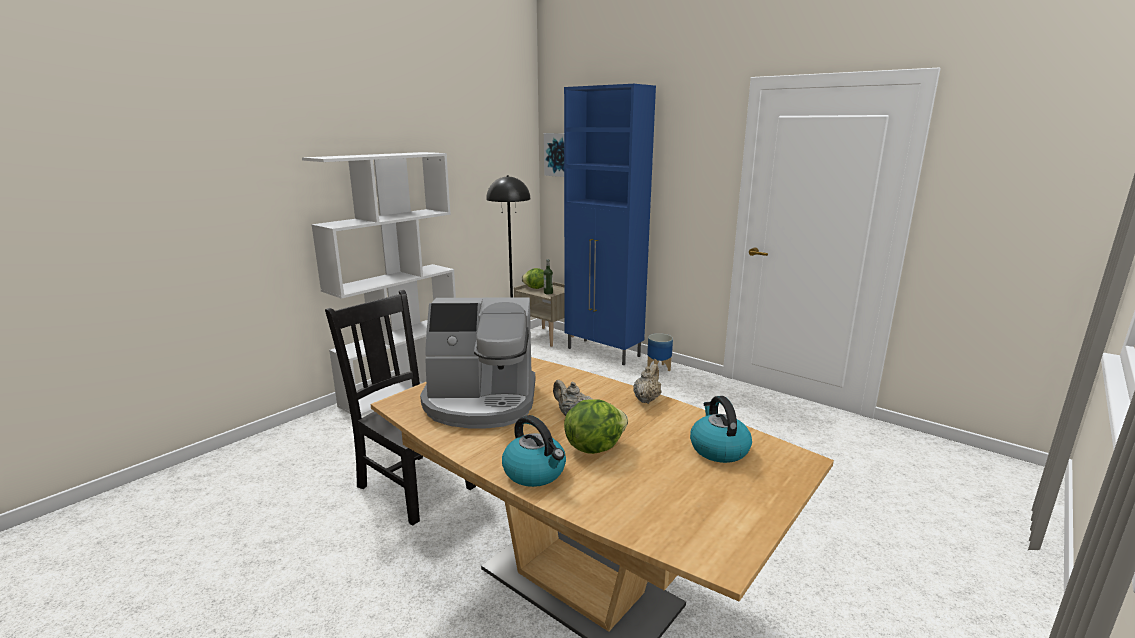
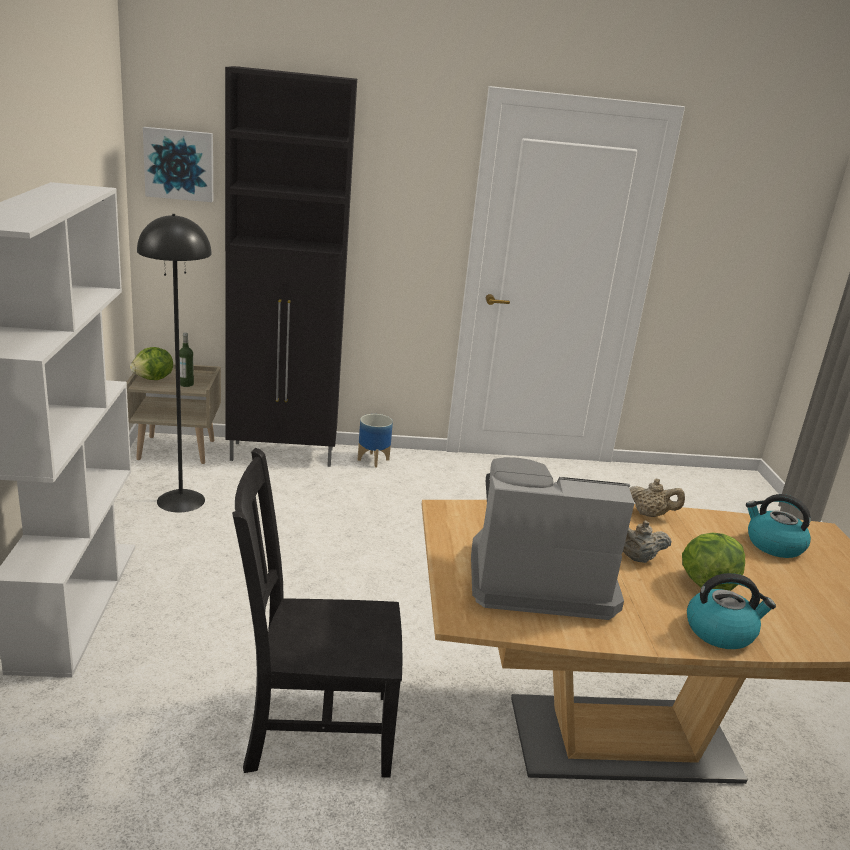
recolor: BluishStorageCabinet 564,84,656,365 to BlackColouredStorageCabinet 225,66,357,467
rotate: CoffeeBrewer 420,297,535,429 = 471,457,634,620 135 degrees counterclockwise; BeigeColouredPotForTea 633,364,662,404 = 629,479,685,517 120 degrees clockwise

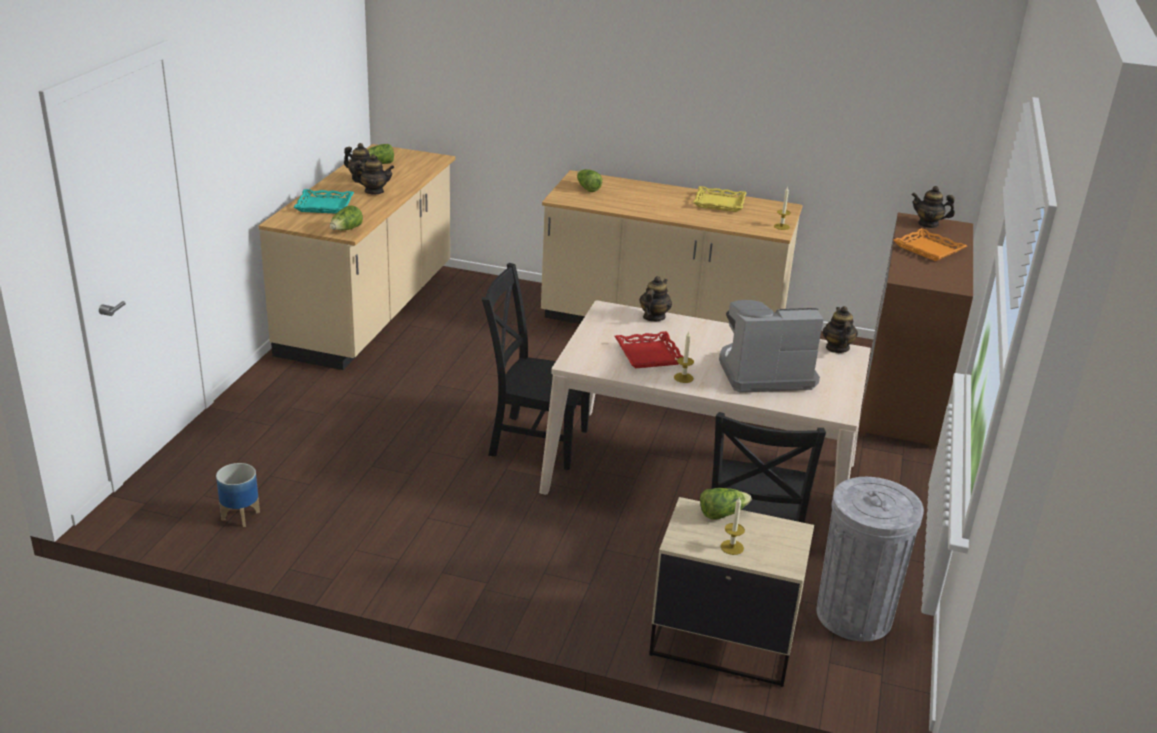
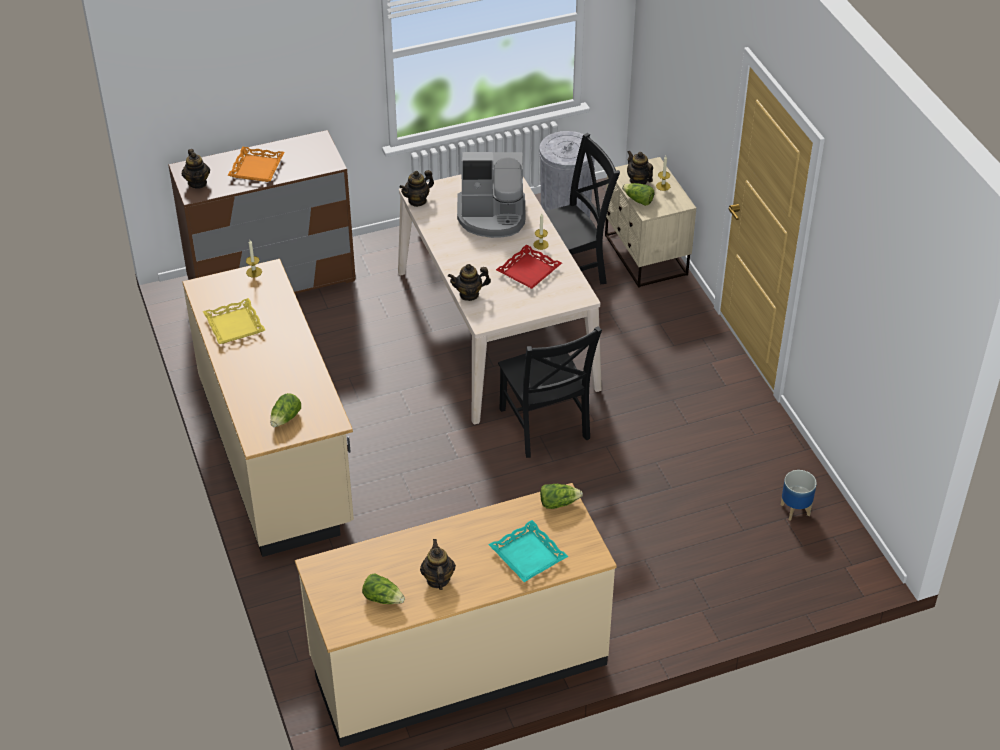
move: PotForTea 352,155,395,194 to 627,151,653,185
rotate: CoffeeBrewer 719,300,823,393 = 457,152,525,238 45 degrees counterclockwise

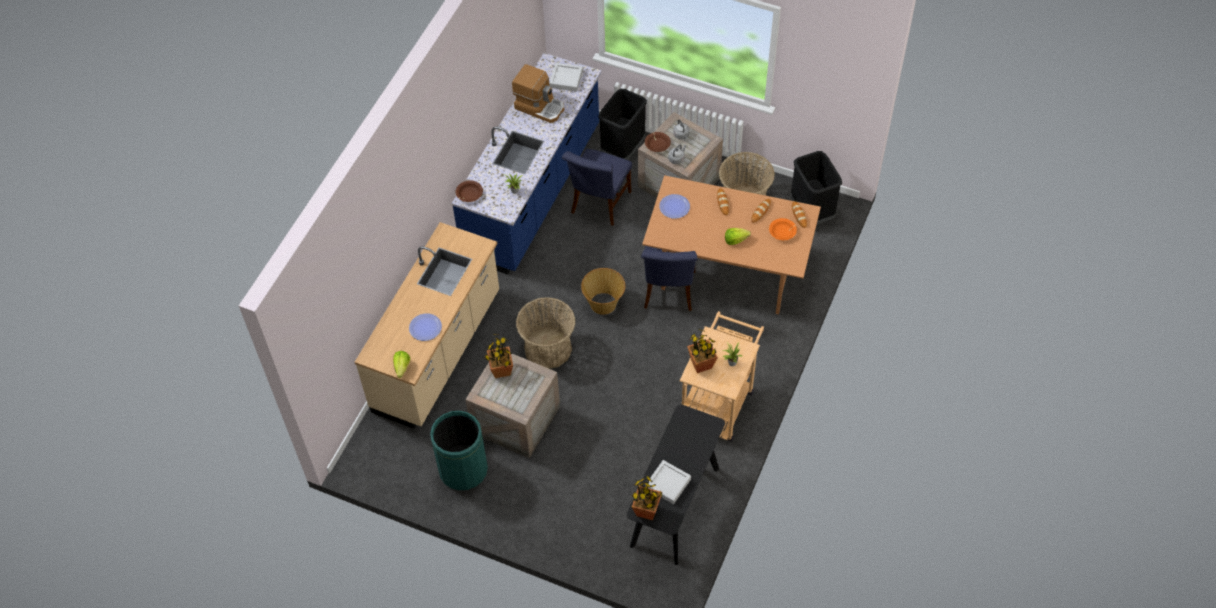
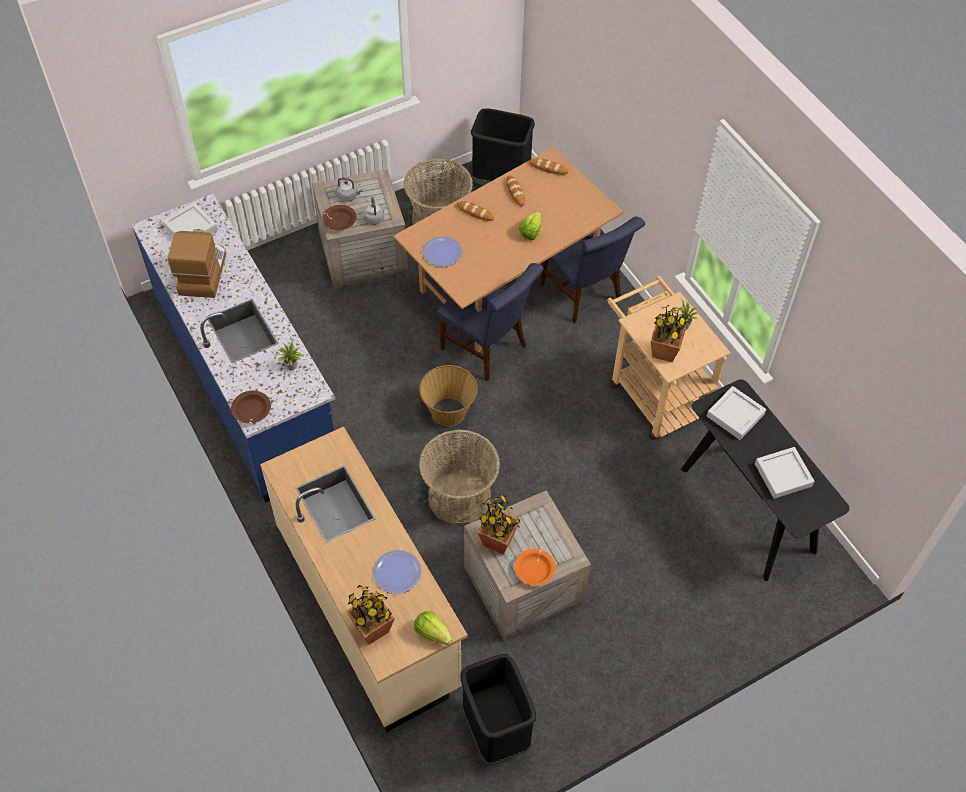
delete: GreenColouredTrashCan 430,411,488,490
insert: GrayServingTray 707,386,766,440
move: BlackColouredTrashCan 598,89,647,160 to 460,654,536,765; BluishChair 562,149,632,226 to 540,216,645,323; OrangeServingBowl 769,218,797,240 to 515,549,556,586; PottedPlant 632,476,662,520 to 346,585,395,645
rotate: CoffeeBrewer 512,64,564,123 = 168,229,226,298 60 degrees counterclockwise

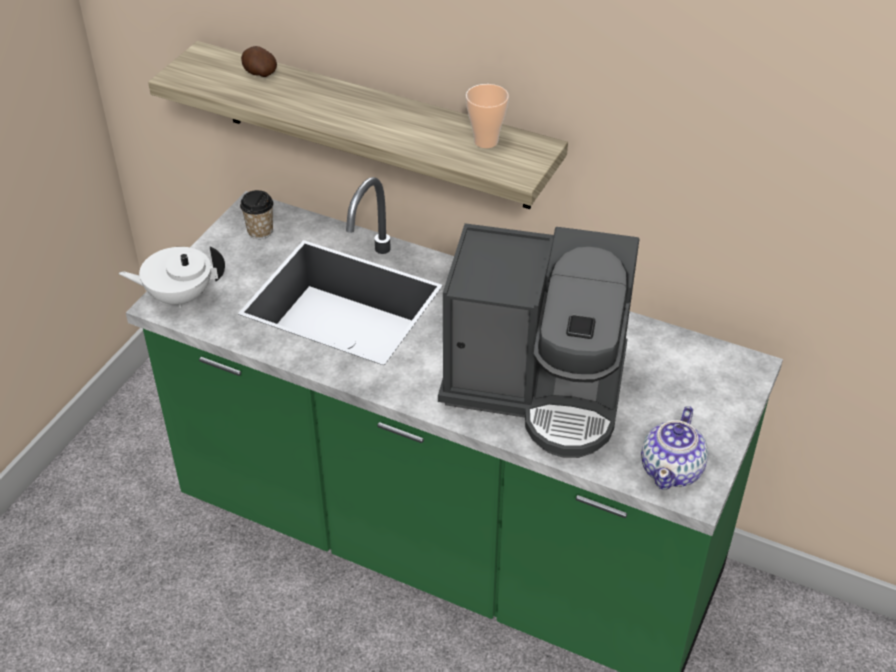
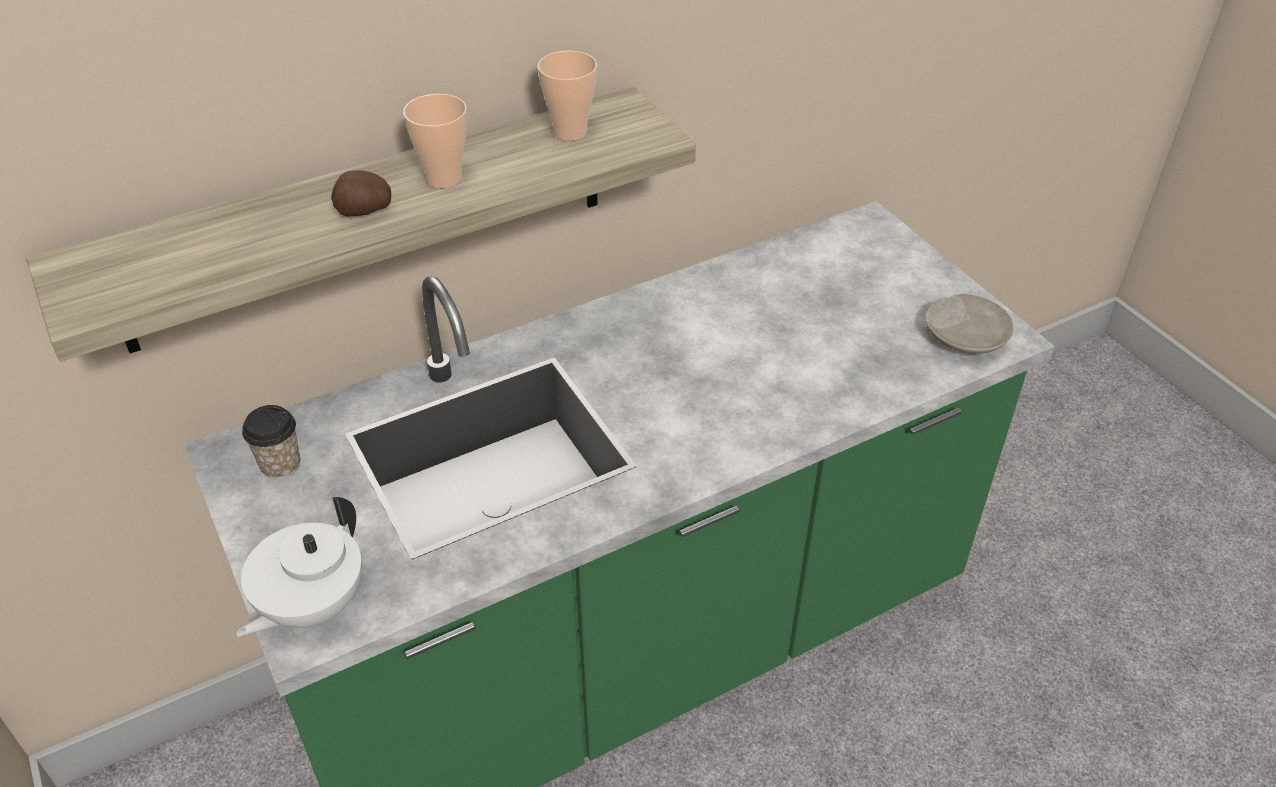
delete: CoffeeBrewer 438,223,640,458
insert: DrinkingCup 403,94,467,188
move: Potato 241,46,277,77 to 331,170,391,217
replace: PotForTea 641,406,708,490 to BeigeColouredPlate 925,294,1014,354

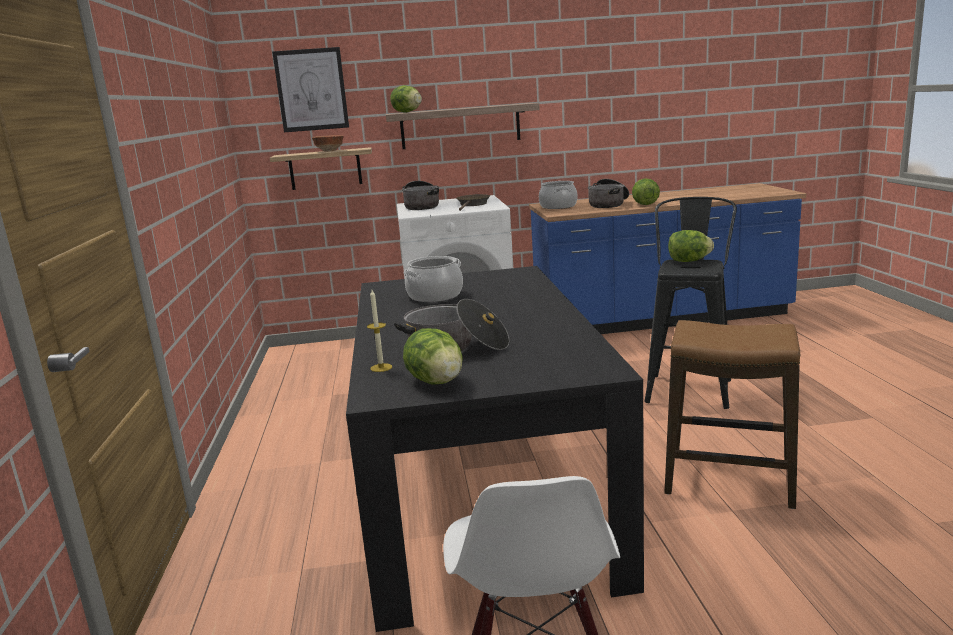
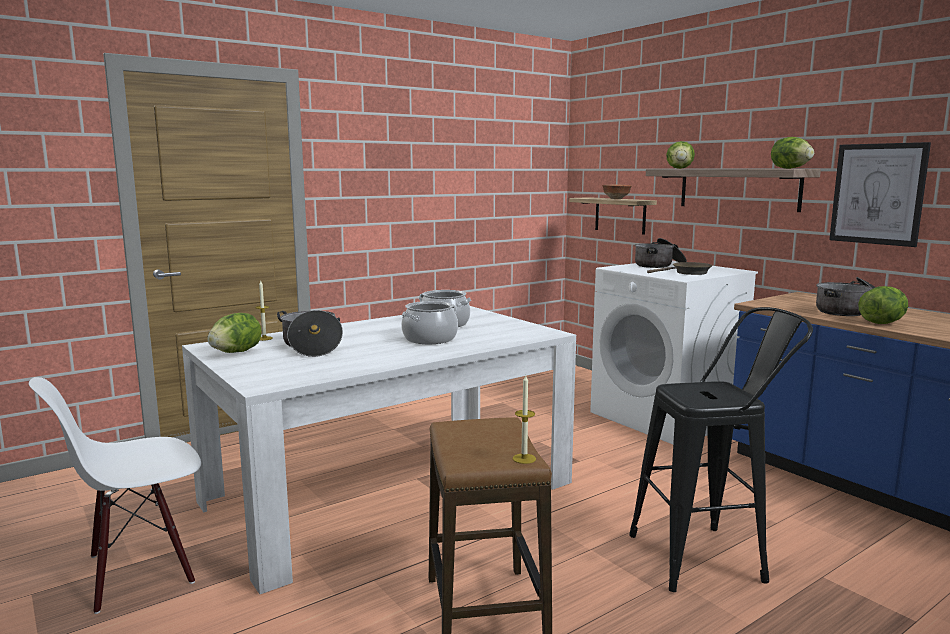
insert: WaxCandle 513,375,536,464
move: WallPicture 272,47,349,132 to 829,142,931,247; Saucepot 539,181,578,209 to 401,301,458,344; LettuceHead 668,230,714,262 to 771,137,814,169
recolor: BlackColouredDinnerTable 346,266,644,632 to WhitishDinnerTable 182,306,576,594

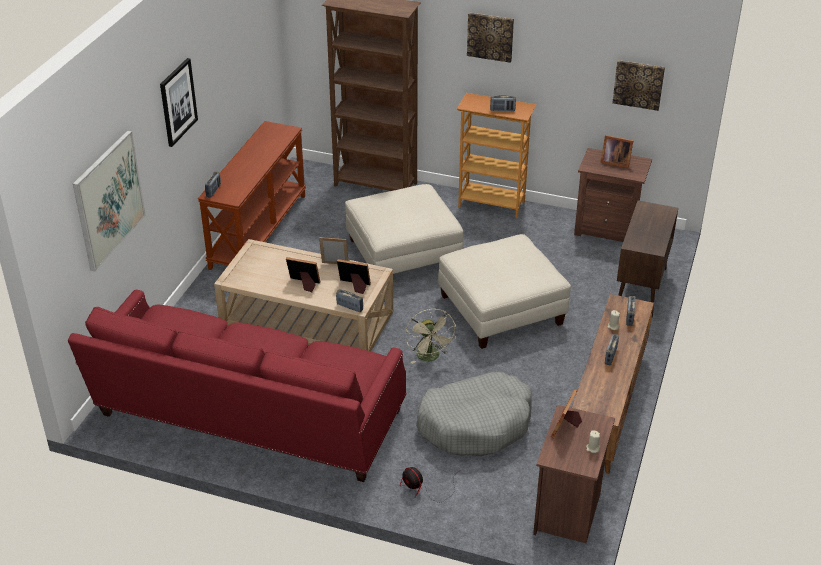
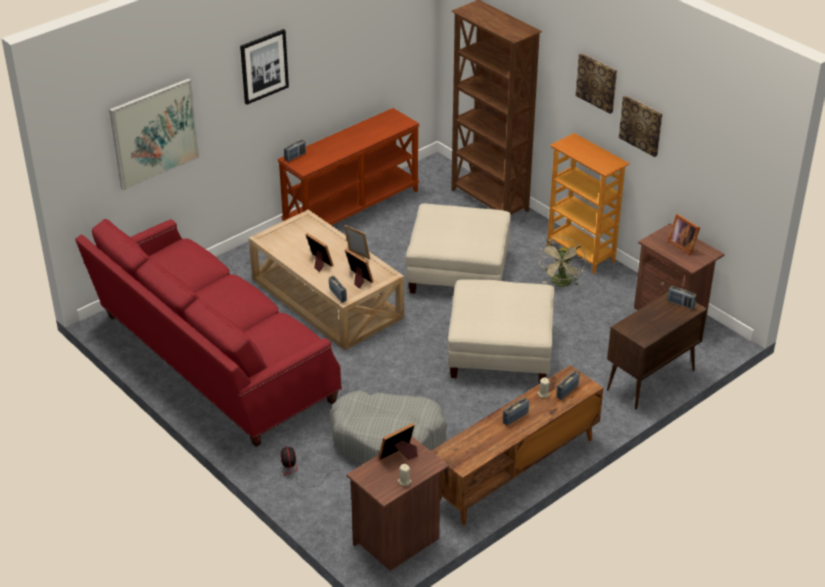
move: WallPicture 612,60,665,111 to 619,95,662,157; RadioReceiver 490,95,516,111 to 667,286,697,309; BeigeColouredFan 405,309,456,364 to 539,237,586,287

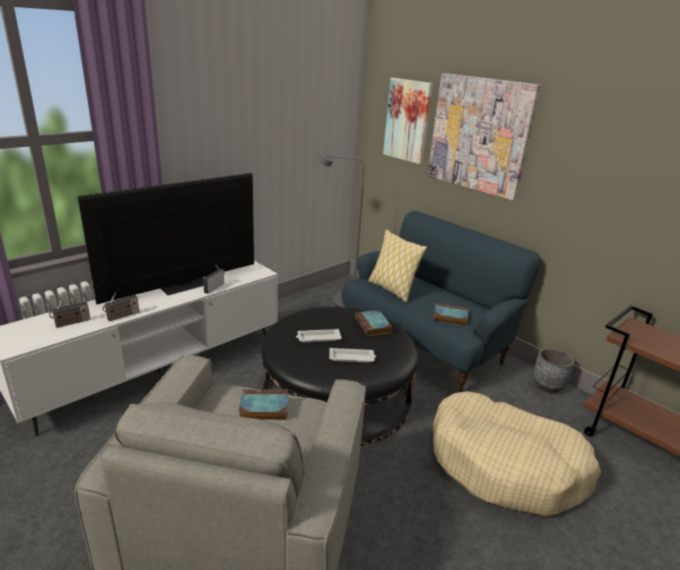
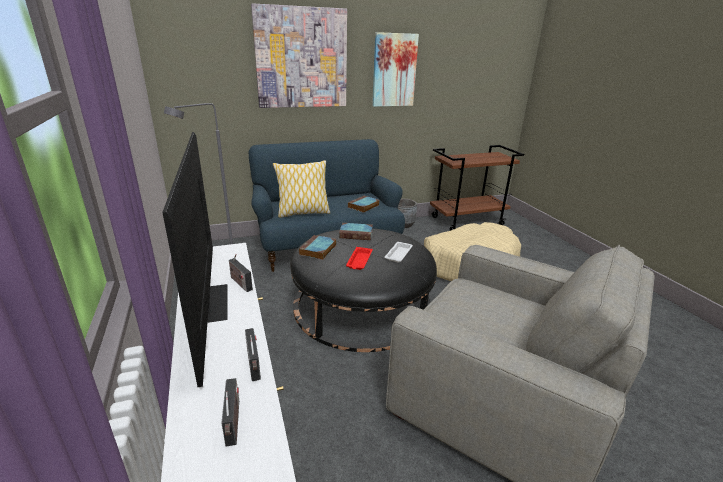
move: WallPicture 383,78,433,164 to 372,32,419,107; Book 239,389,288,420 to 299,235,337,260
recolor: WhitishServingTray 296,329,342,343 to RedColouredServingTray 346,247,373,270

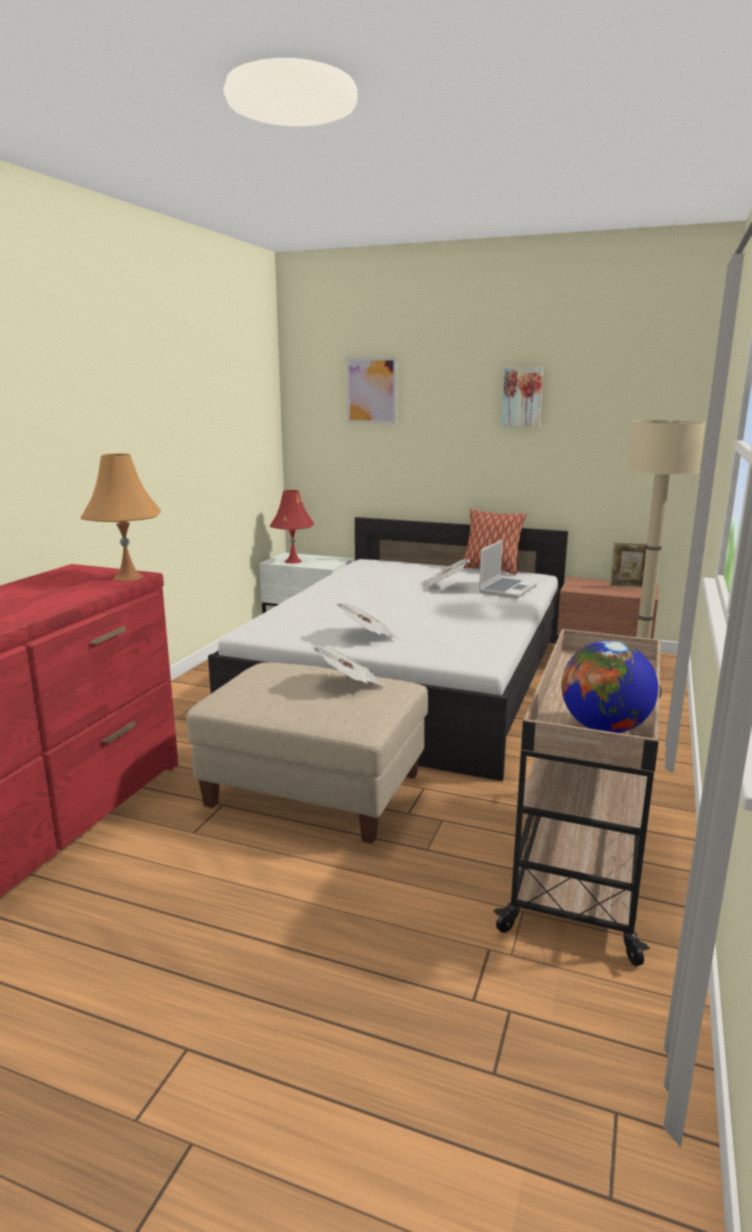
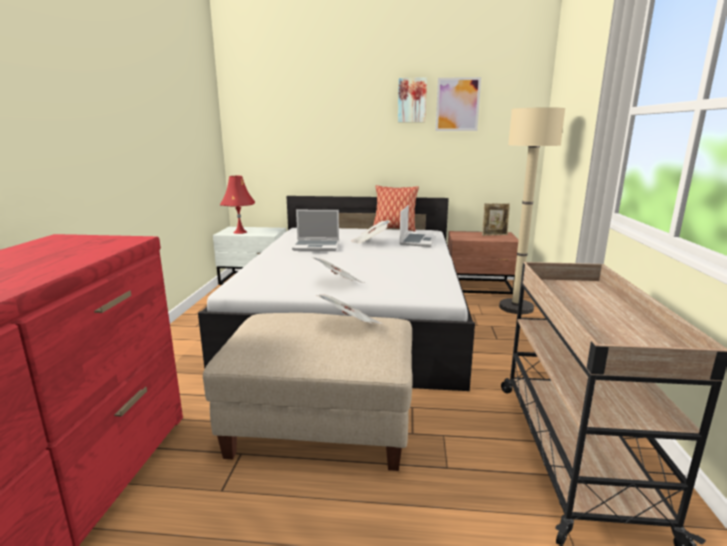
delete: OrangeTabletopLamp 81,453,161,581; Globe 562,641,658,733
insert: PortableComputer 292,210,339,251
move: WallPicture 346,357,397,424 to 436,77,481,131

